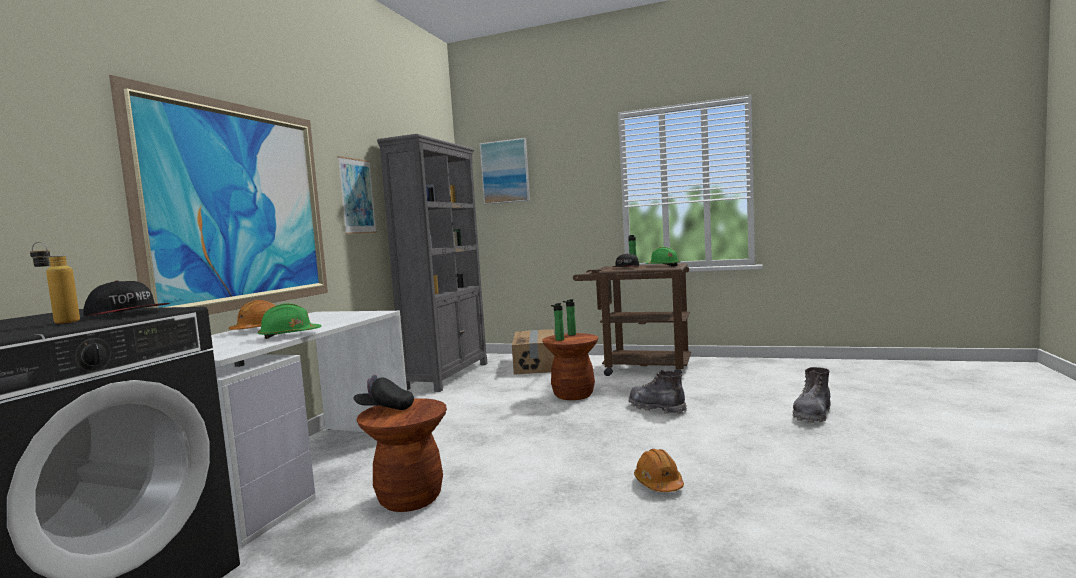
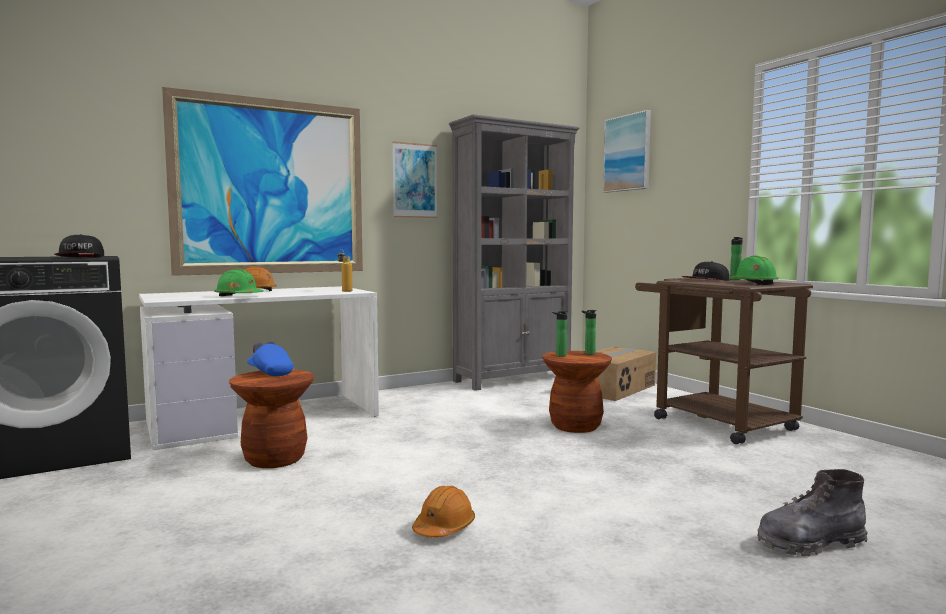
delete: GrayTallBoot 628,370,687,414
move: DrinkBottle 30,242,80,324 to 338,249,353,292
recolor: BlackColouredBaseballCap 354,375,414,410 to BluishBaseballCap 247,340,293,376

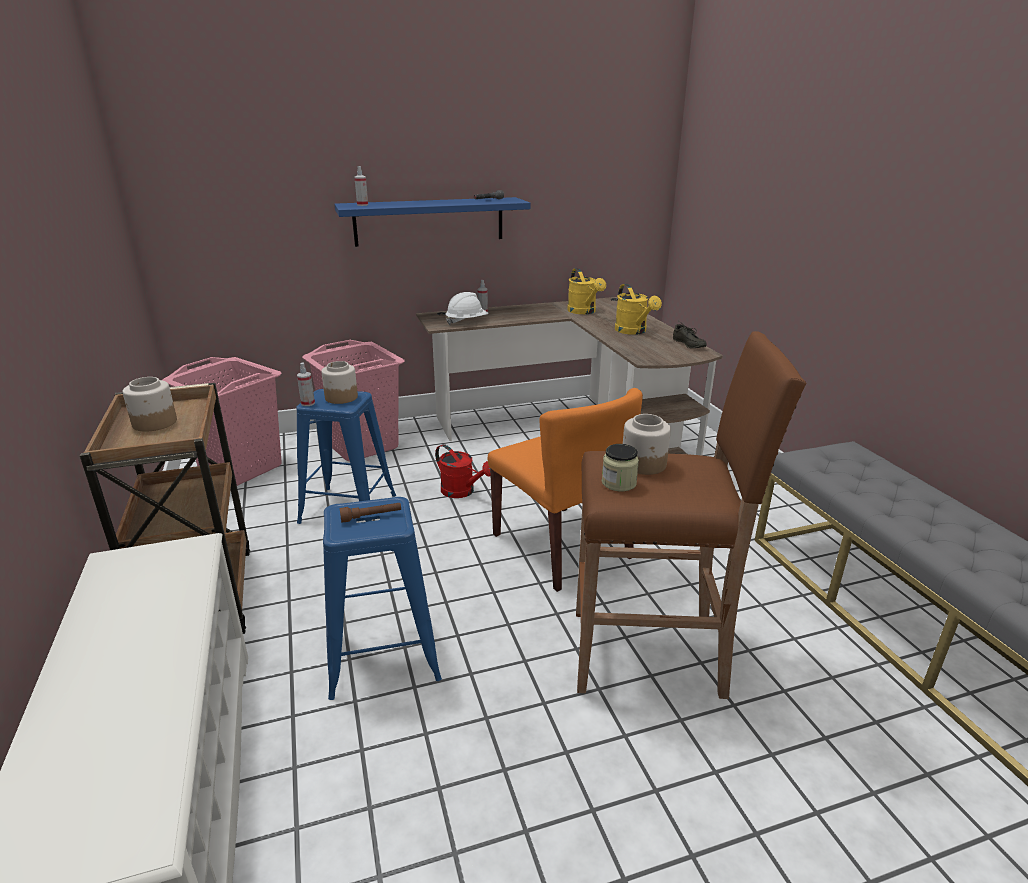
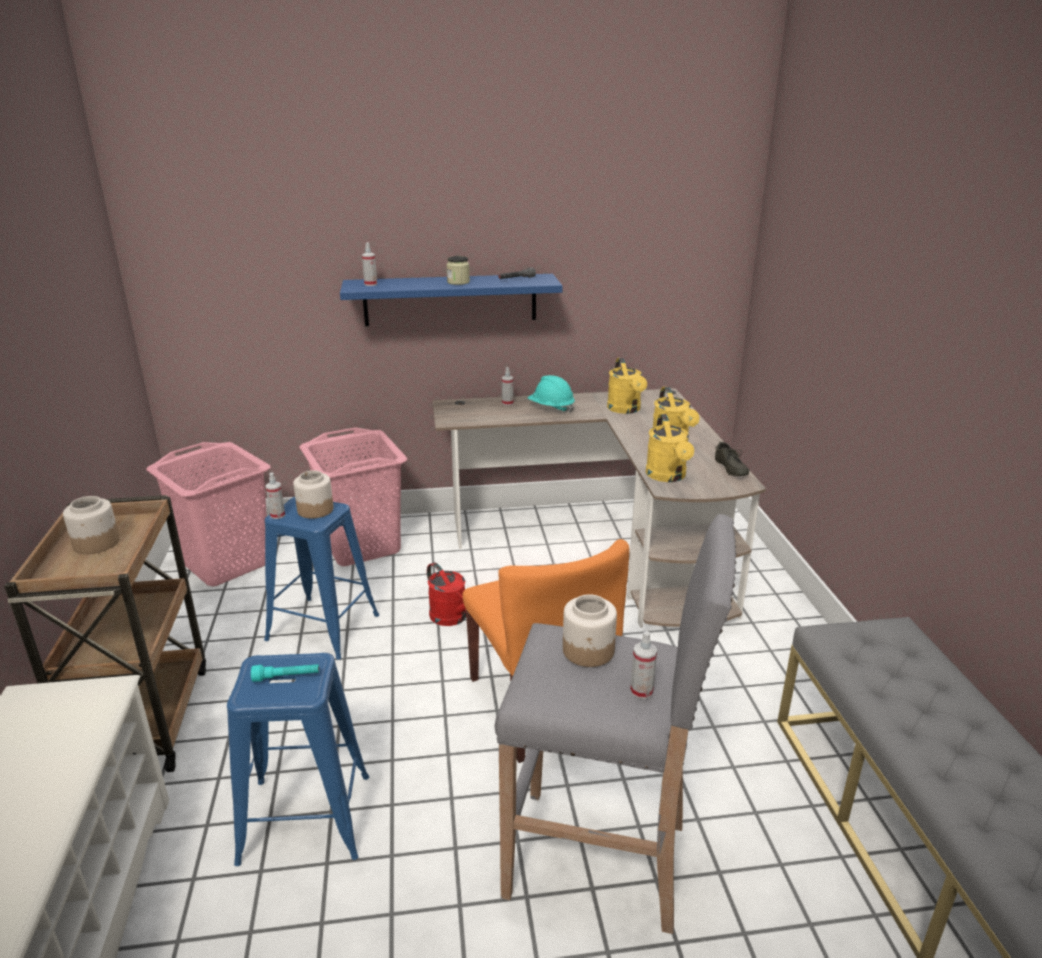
delete: WhitishWorkHelmet 445,292,489,325
insert: TurquoiseColouredWorkHelmet 528,375,575,413; YellowishWateringCan 646,414,694,482; HandSprayer 630,631,657,699
move: PreserveJar 602,444,639,491 to 446,256,470,285
recolor: BrownSittingStool 576,331,806,699 to GraySittingStool 495,514,737,934; BrownFlashlight 340,503,401,522 to TurquoiseColouredFlashlight 251,664,319,682

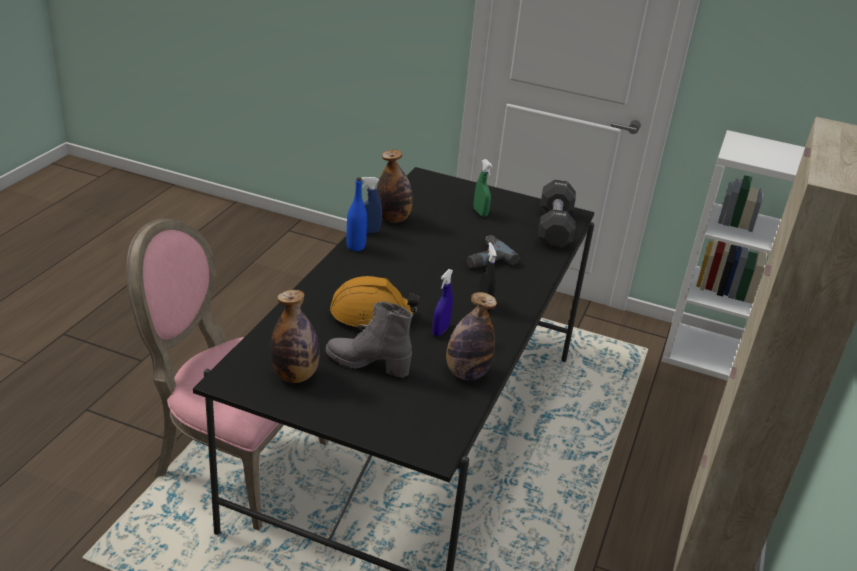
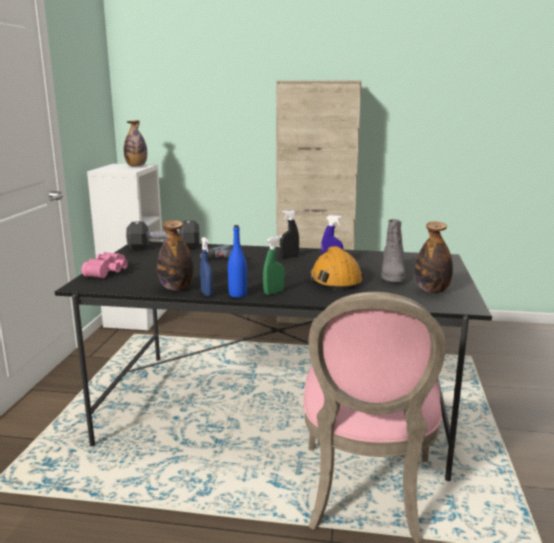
insert: PinkPairOfBinoculars 82,252,128,278
move: GreenColouredHandSprayer 474,159,493,217 to 263,236,285,295; DrinkBottle 446,292,497,380 to 124,120,147,166

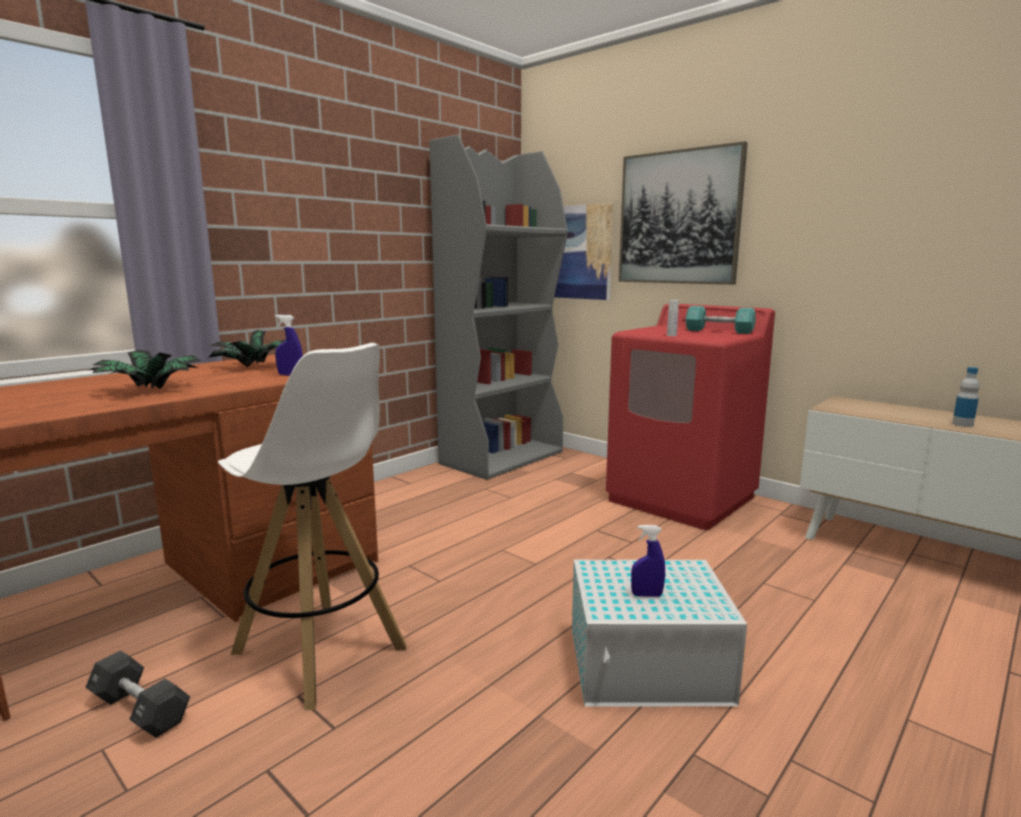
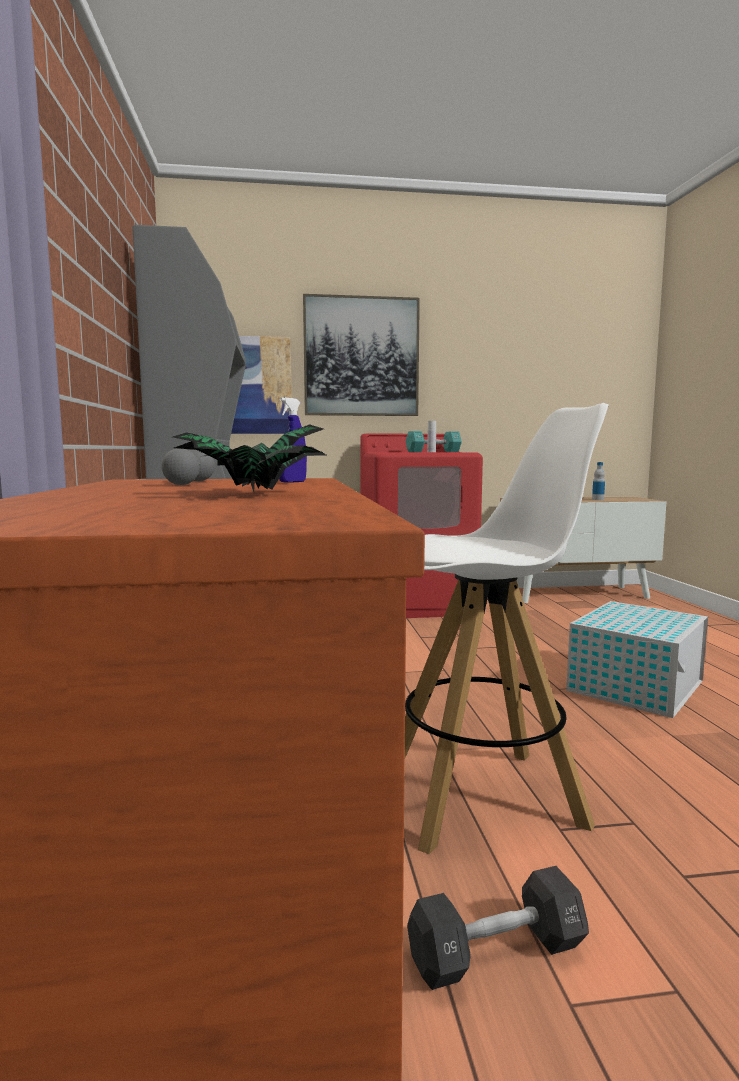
delete: BluishHandSprayer 631,525,665,597
replace: PottedPlant 208,330,286,367 to GrayFreeWeight 161,448,215,485

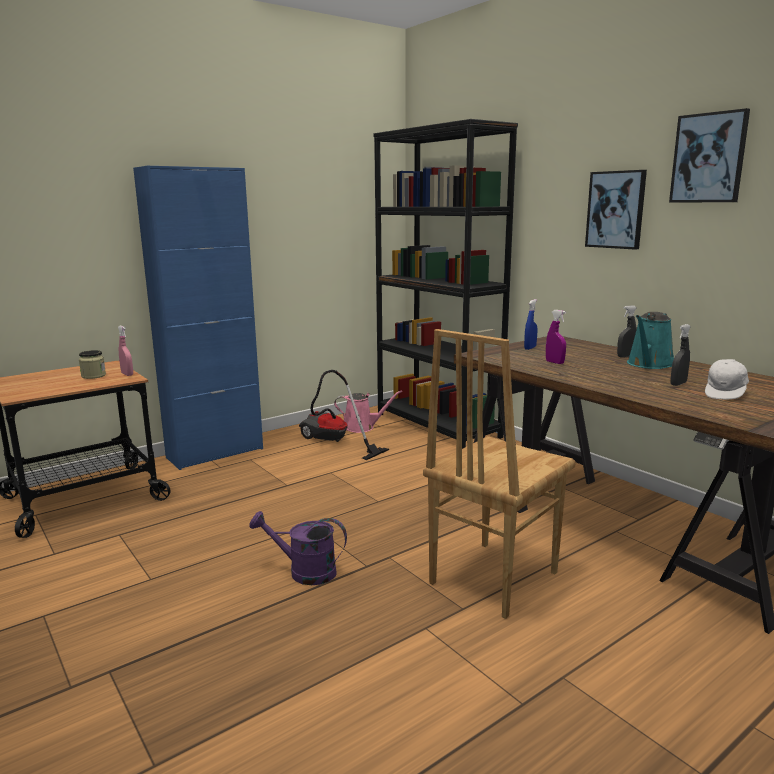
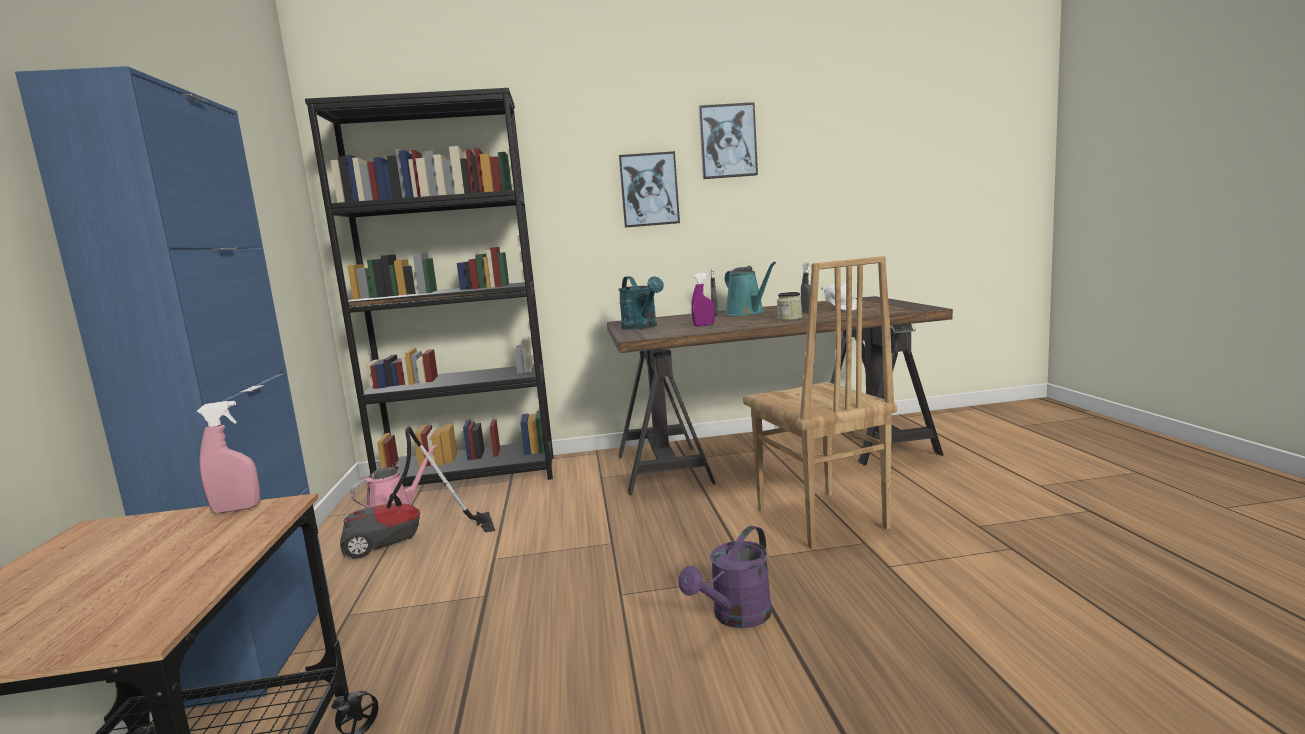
move: PreserveJar 79,350,106,379 to 777,292,802,320
replace: BluishHandSprayer 524,299,537,350 to TurquoiseColouredWateringCan 618,276,664,329

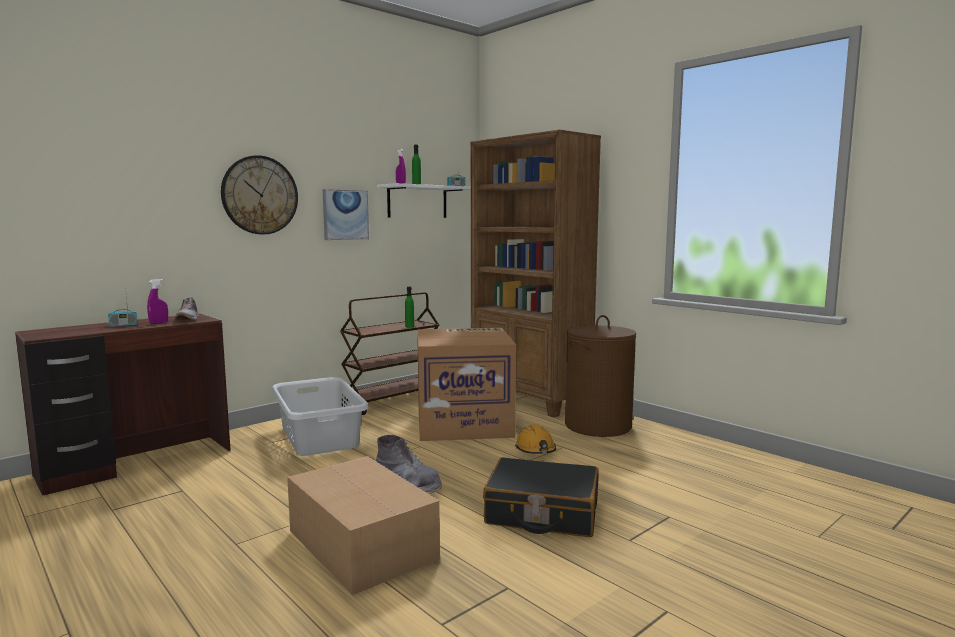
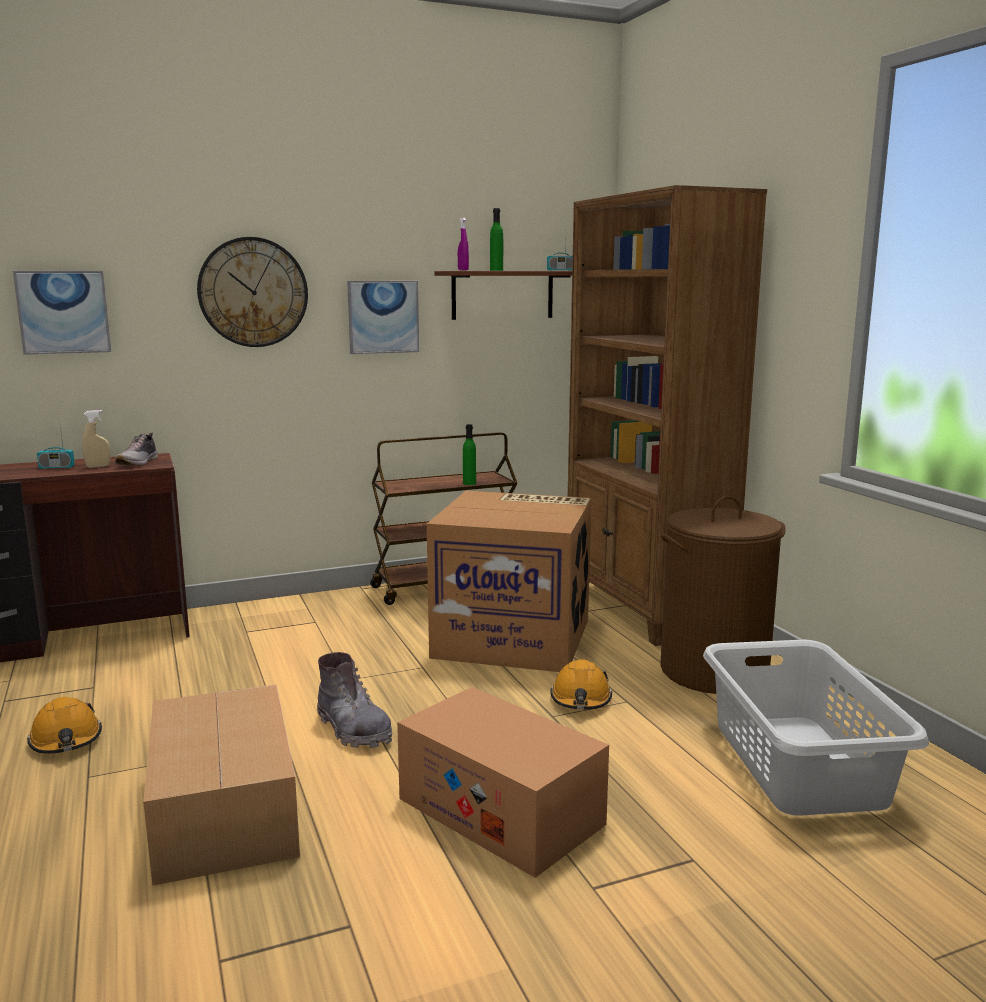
insert: WallPicture 13,271,111,355; OrangeWorkHelmet 27,697,102,754
move: GrayHamper 272,377,369,456 to 703,640,929,816
replace: BlackColouredTravelCase 483,457,599,537 to PackingBox 397,687,609,878
recolor: WhitishShelf 377,183,471,218 to BrownShelf 435,271,572,320; PurpleColouredHandSprayer 147,279,168,324 to BeigeColouredHandSprayer 82,410,111,468

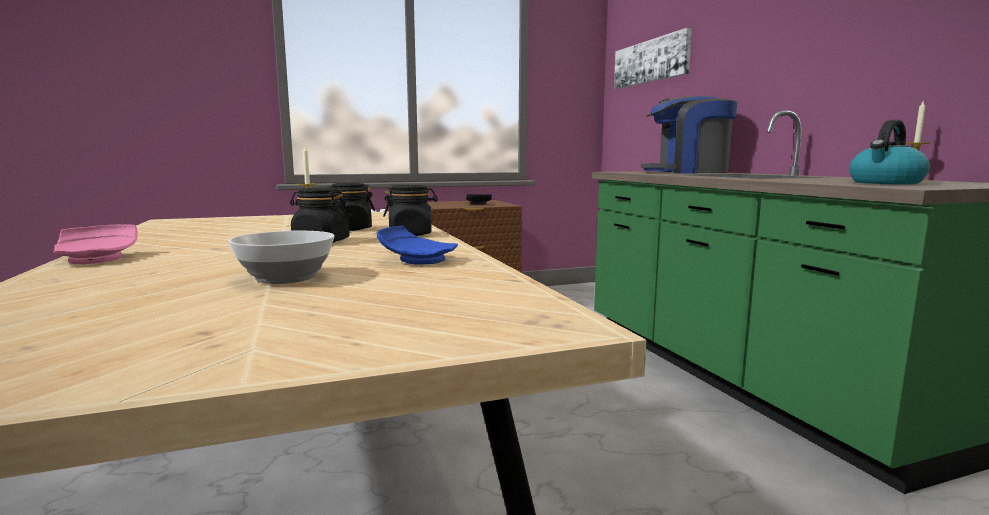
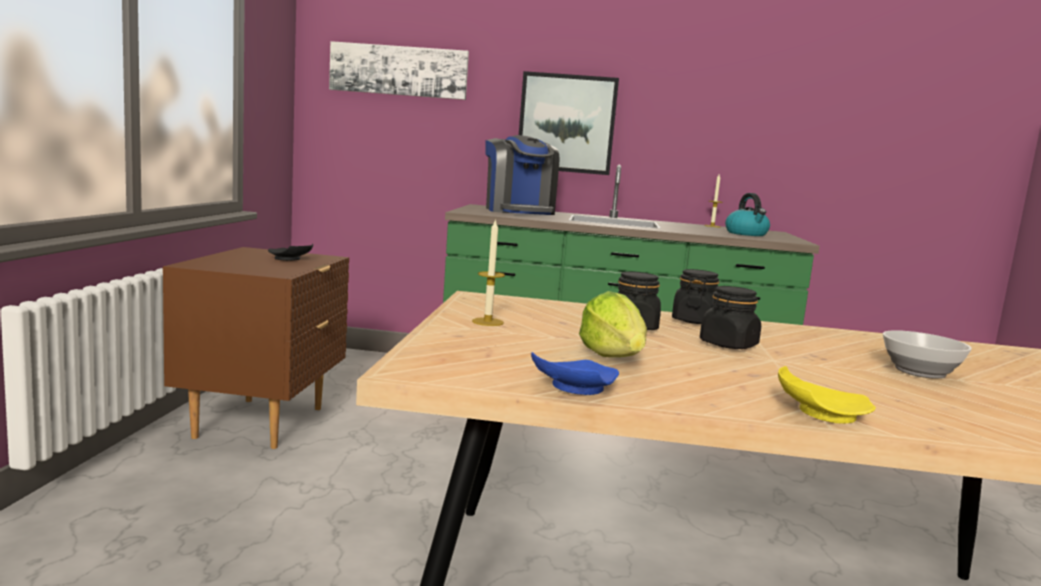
insert: WallPicture 519,71,619,175; LettuceHead 579,291,647,357
move: BluishPlate 377,226,458,265 to 531,352,619,395
recolor: PinkPlate 53,224,138,264 to YellowishPlate 778,366,876,424
rotate: CoffeeBrewer 641,96,737,173 = 485,135,559,215 45 degrees counterclockwise

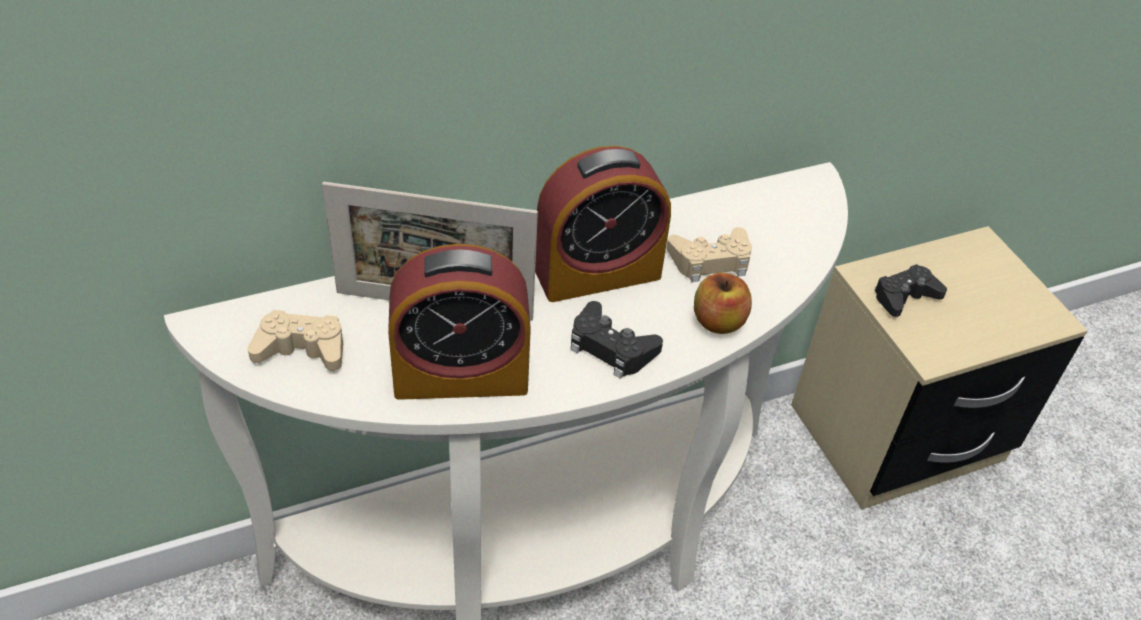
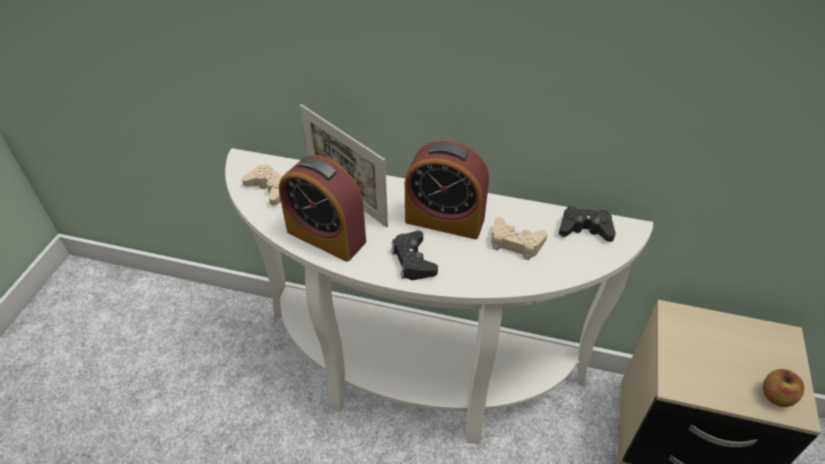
move: BlackColouredGamepad 874,264,947,317 to 559,206,616,242; WholeApple 694,273,752,334 to 763,369,804,407

